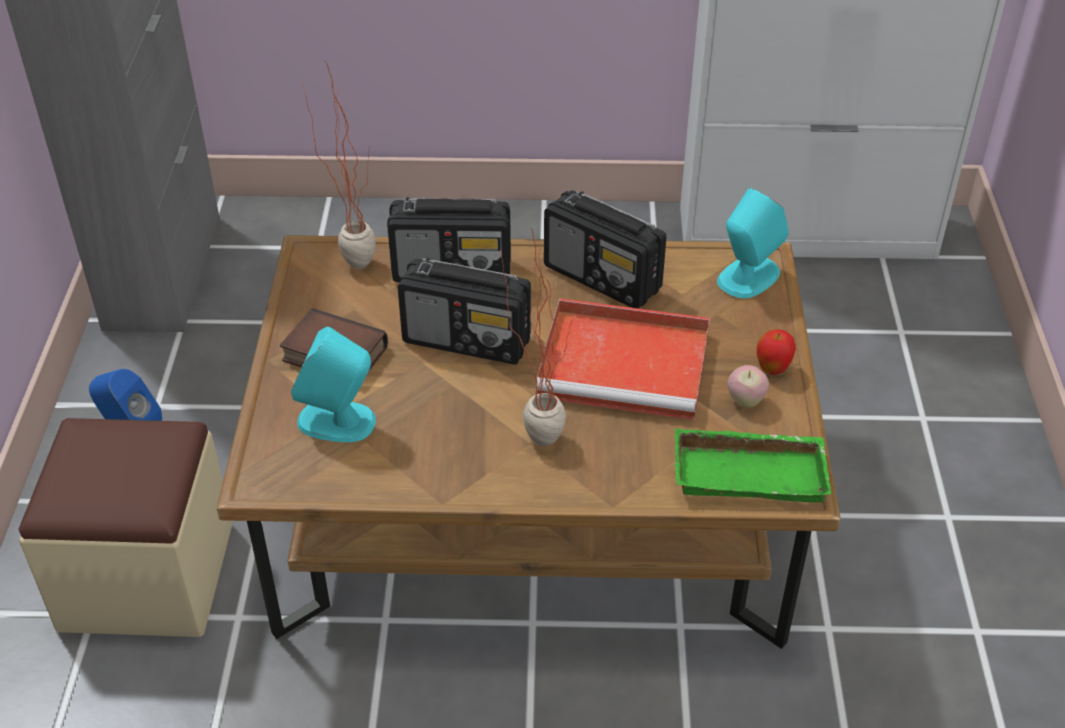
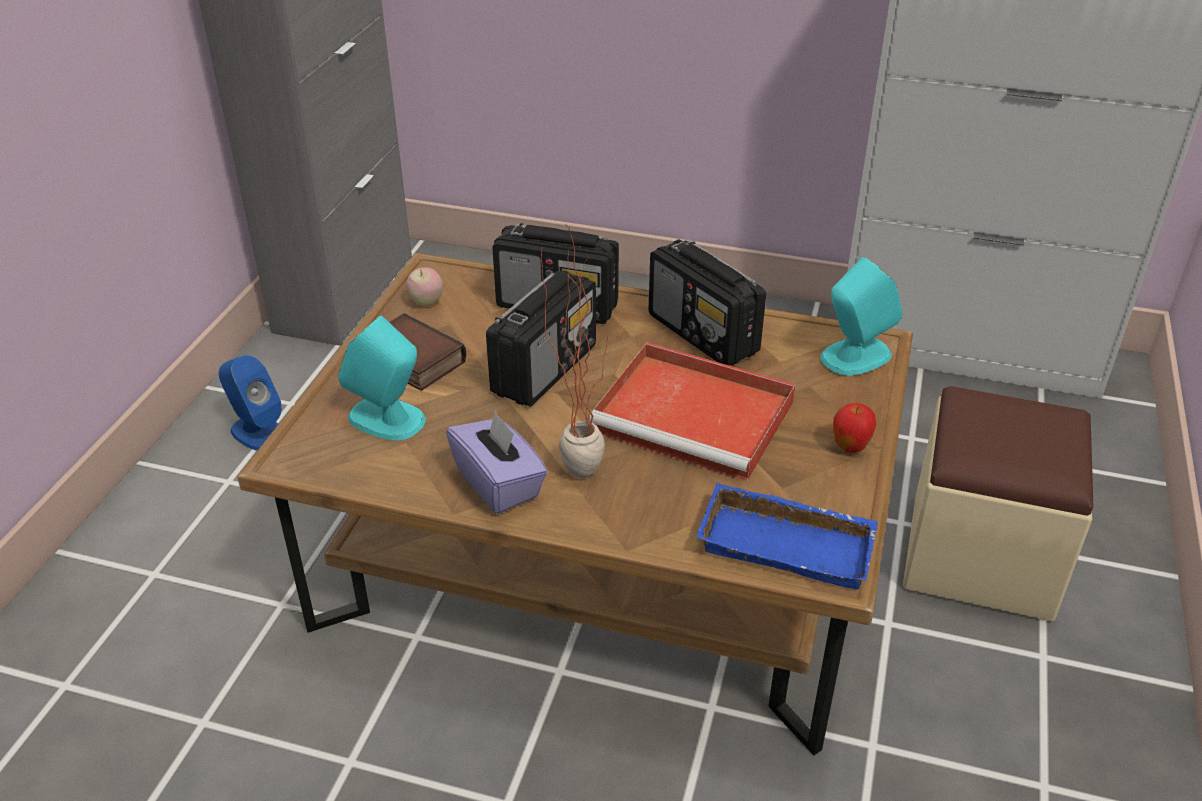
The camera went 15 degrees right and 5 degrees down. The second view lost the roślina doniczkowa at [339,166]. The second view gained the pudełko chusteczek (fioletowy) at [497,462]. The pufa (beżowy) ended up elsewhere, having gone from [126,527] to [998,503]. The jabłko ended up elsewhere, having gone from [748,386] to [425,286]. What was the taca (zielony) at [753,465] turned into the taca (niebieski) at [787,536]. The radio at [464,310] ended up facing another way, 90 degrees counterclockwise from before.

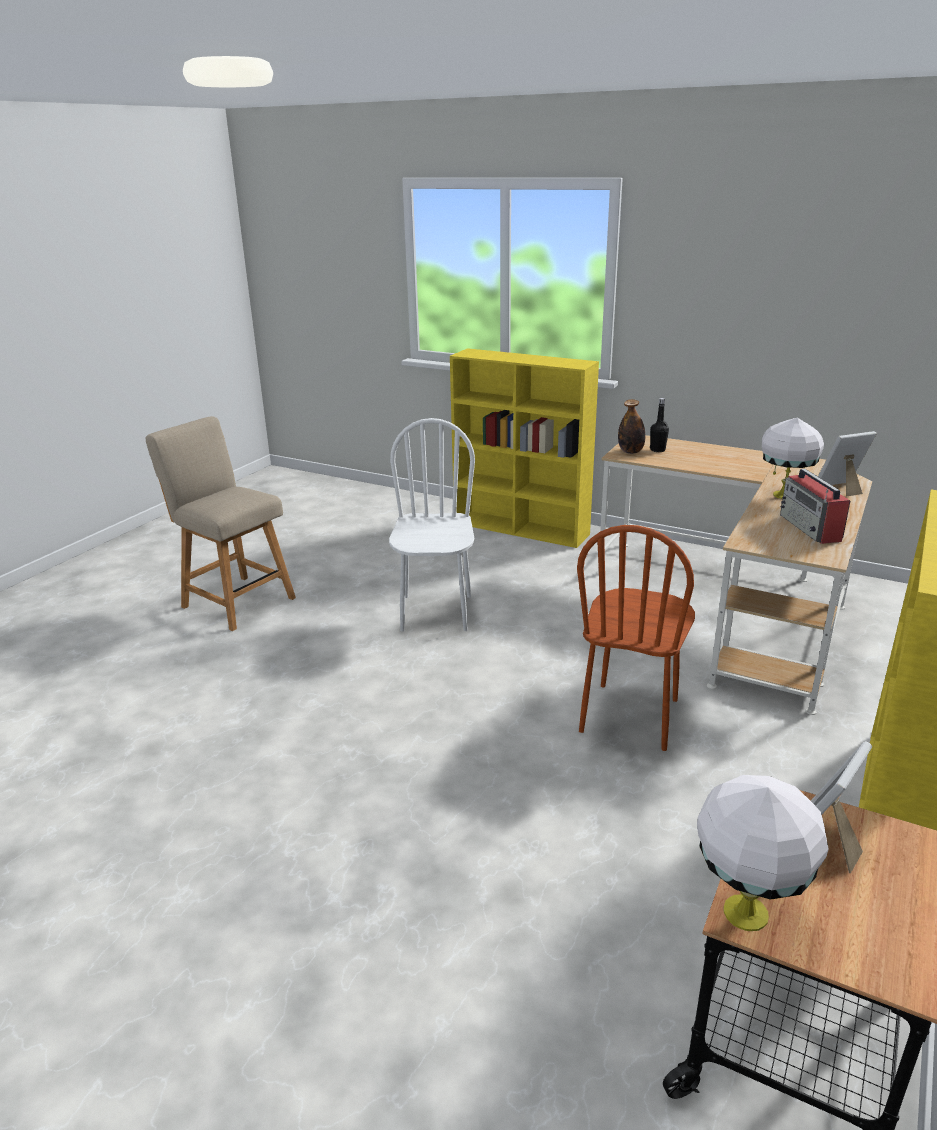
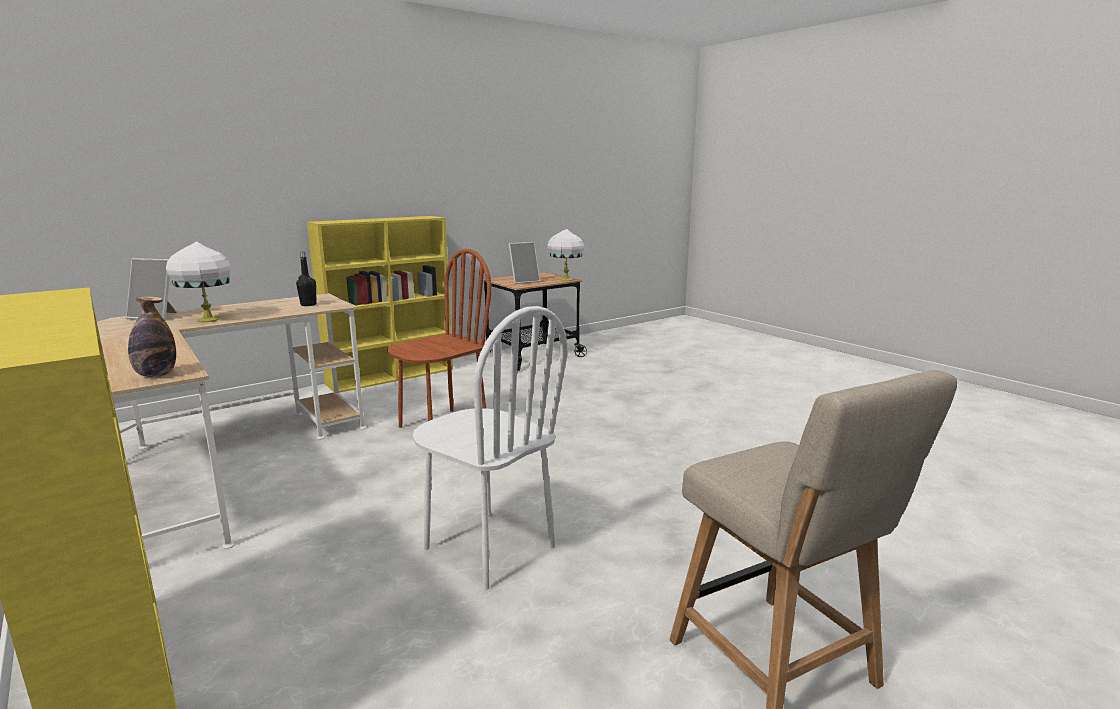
The camera went 155 degrees left and 10 degrees down. The second view lost the radio at [815,506]. The butelka (czarny) ended up elsewhere, having gone from [659,425] to [306,279]. The krzesło (biały) at [432,524] ended up facing another way, 75 degrees counterclockwise from before.

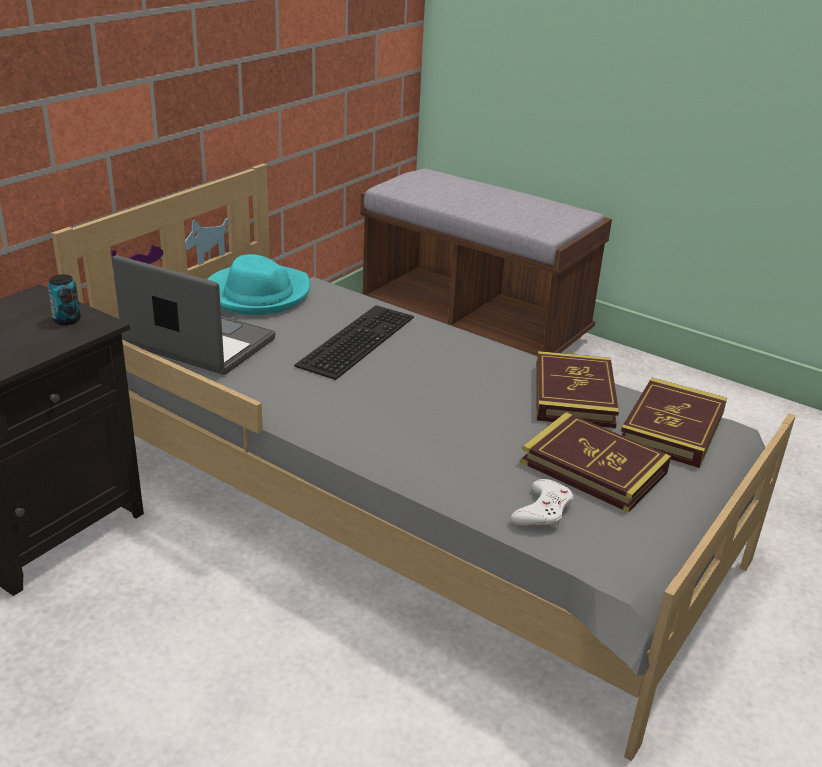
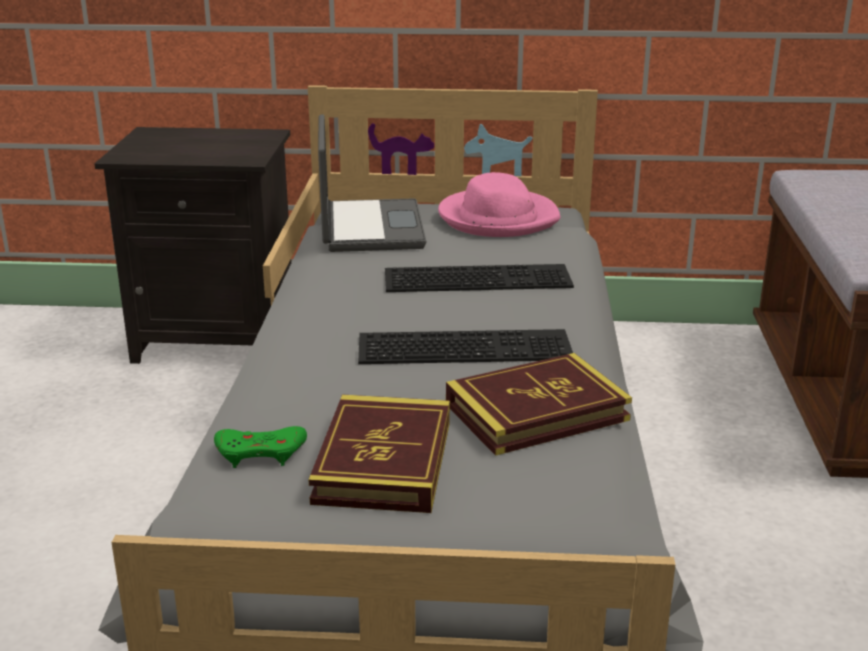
The camera went 60 degrees right and 5 degrees down. The second view lost the puszka at [64,299]. The second view lost the książka at [674,423]. The second view gained the klawiatura at [465,346]. What was the kapelusz (turkusowy) at [258,284] turned into the kapelusz (różowy) at [499,204]. What was the pad do gier (biały) at [542,503] turned into the pad do gier (zielony) at [260,447].

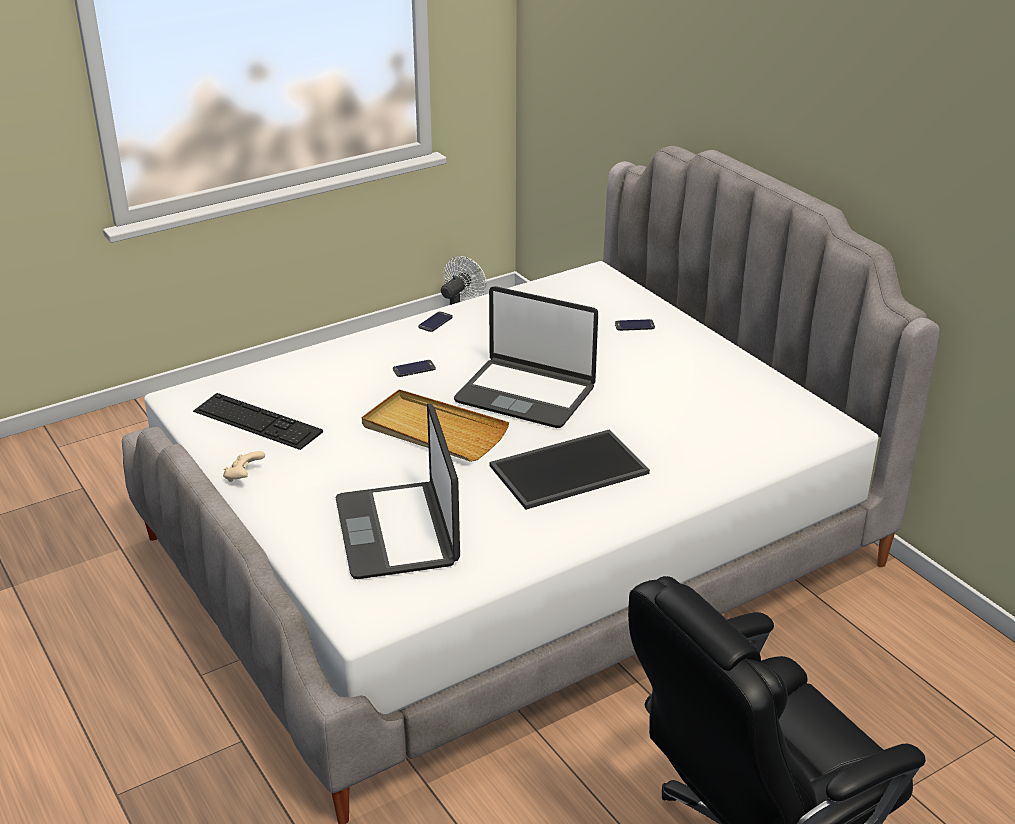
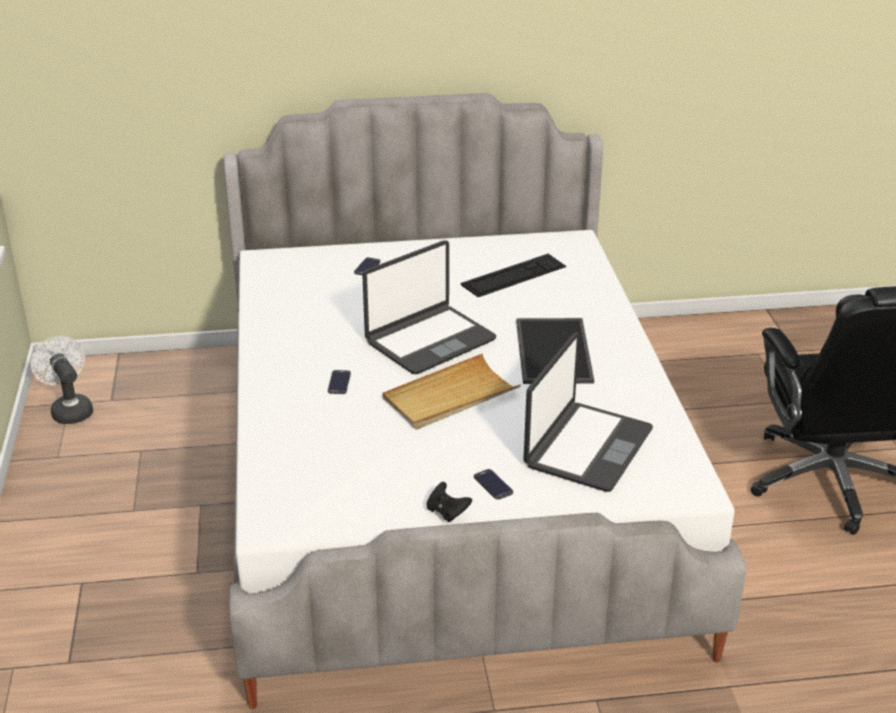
The camera went 65 degrees left and 0 degrees up. The klawiatura ended up elsewhere, having gone from [258,421] to [513,275]. The telefon ended up elsewhere, having gone from [435,321] to [493,484]. What was the pad do gier (beżowy) at [244,466] turned into the pad do gier (czarny) at [449,502]. The laptop at [398,491] ended up facing another way, 75 degrees counterclockwise from before.

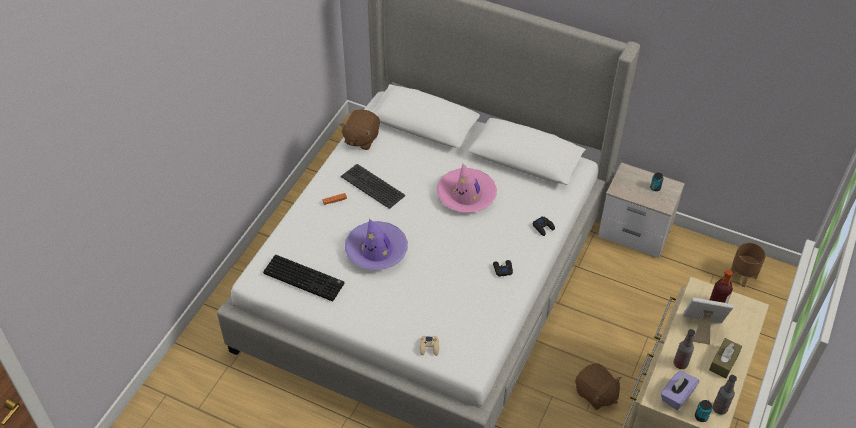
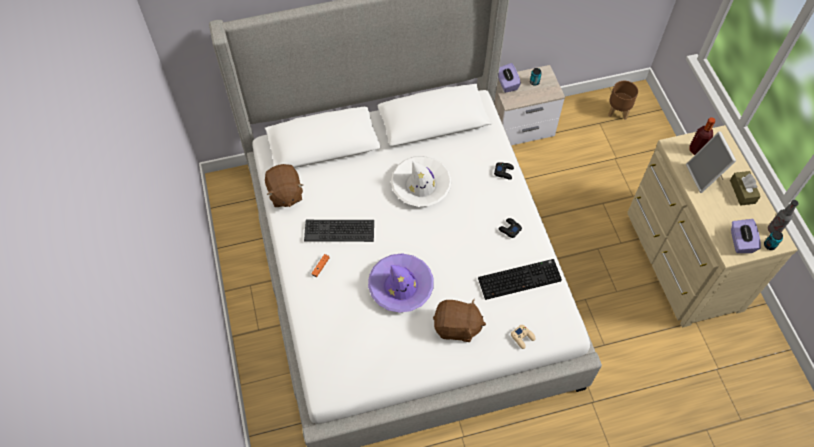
The camera went 40 degrees left and 10 degrees up. The second view lost the butelka at [684,349]. The second view gained the pudełko chusteczek (fioletowy) at [509,78]. The klawiatura ended up elsewhere, having gone from [303,278] to [520,279]. The pluszak (brązowy) ended up elsewhere, having gone from [598,386] to [459,320]. What was the kapelusz (różowy) at [467,188] turned into the kapelusz (biały) at [421,181]. The ramka na zdjęcie at [708,321] ended up facing another way, 75 degrees counterclockwise from before.

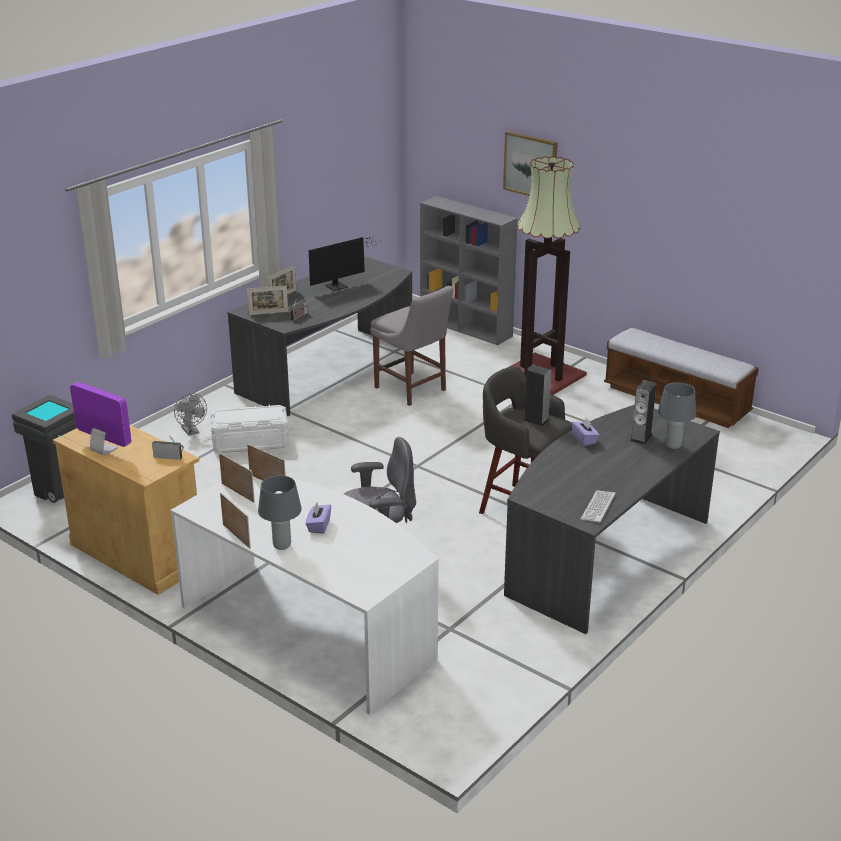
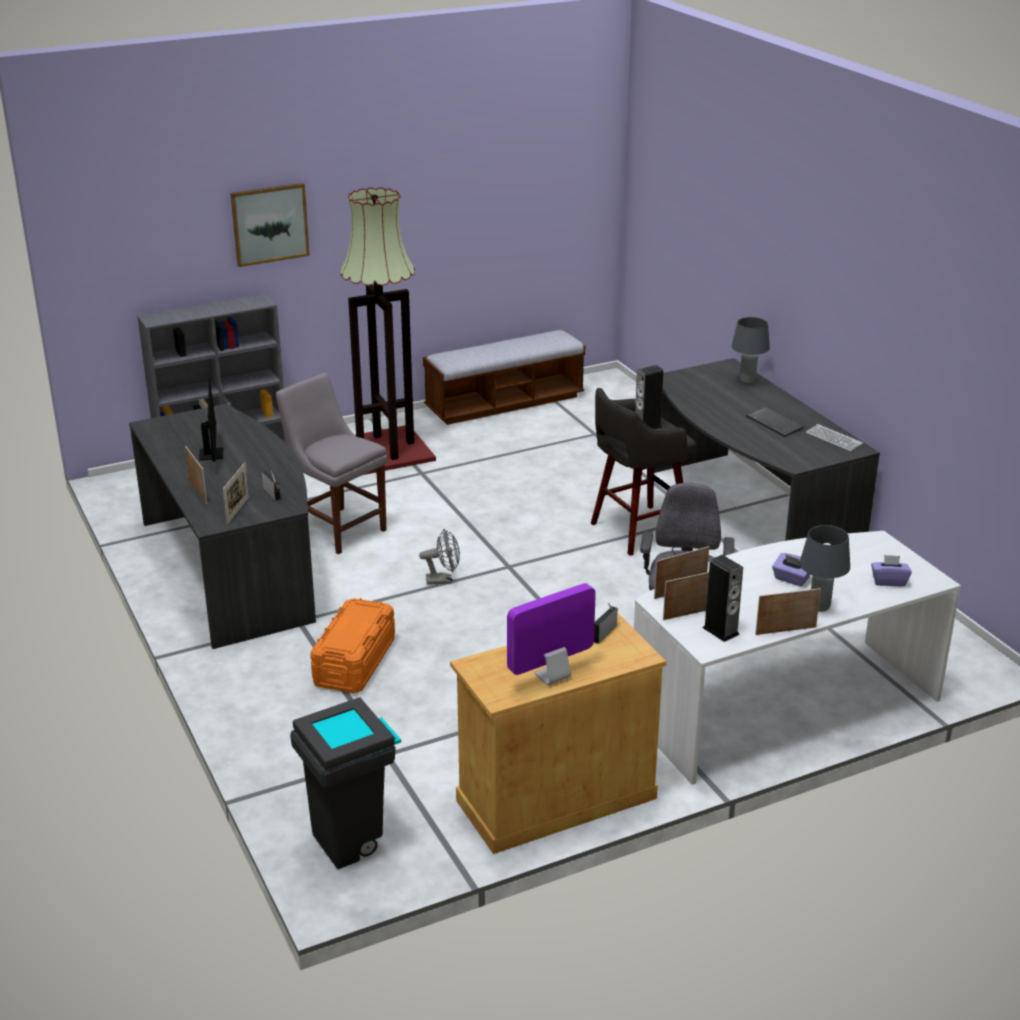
The camera went 65 degrees left and 0 degrees up. The second view gained the klawiatura at [775,422]. The wentylator (szary) ended up elsewhere, having gone from [190,414] to [439,557]. The pudełko chusteczek (fioletowy) ended up elsewhere, having gone from [585,431] to [891,570]. The głośnik ended up elsewhere, having gone from [643,412] to [722,598]. What was the pojemnik do przechowywania (biały) at [250,429] turned into the pojemnik do przechowywania (pomarańczowy) at [352,645]. The krzesło (szary) at [411,346] ended up facing another way, 120 degrees counterclockwise from before.

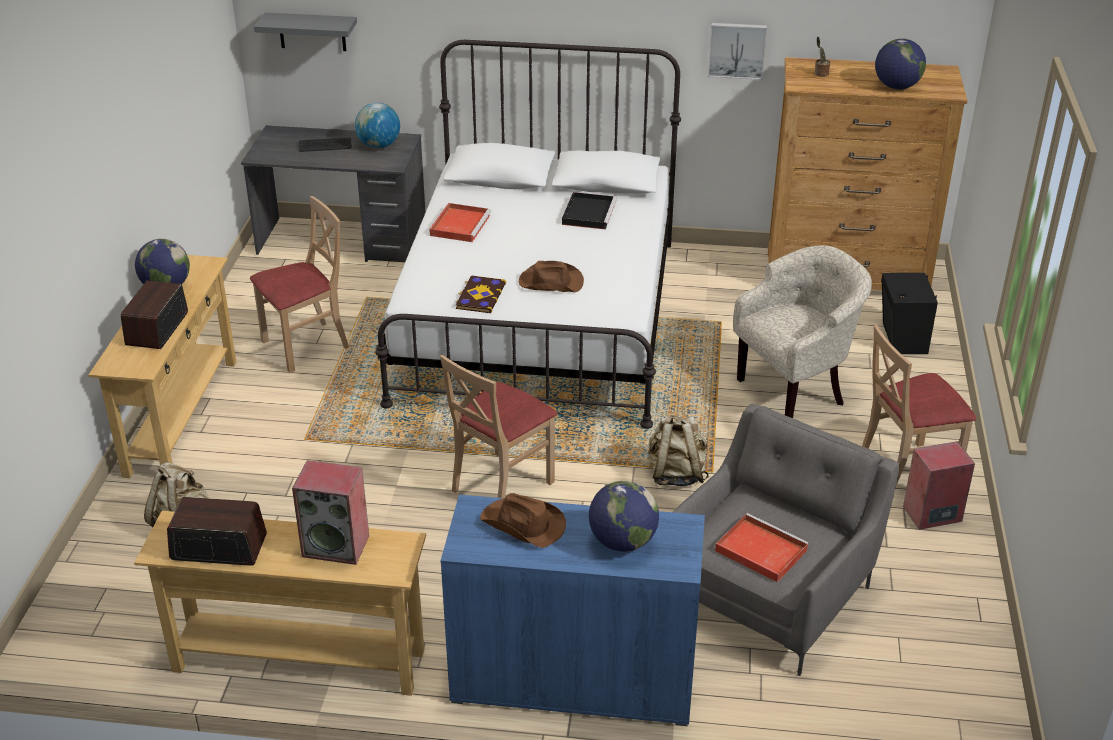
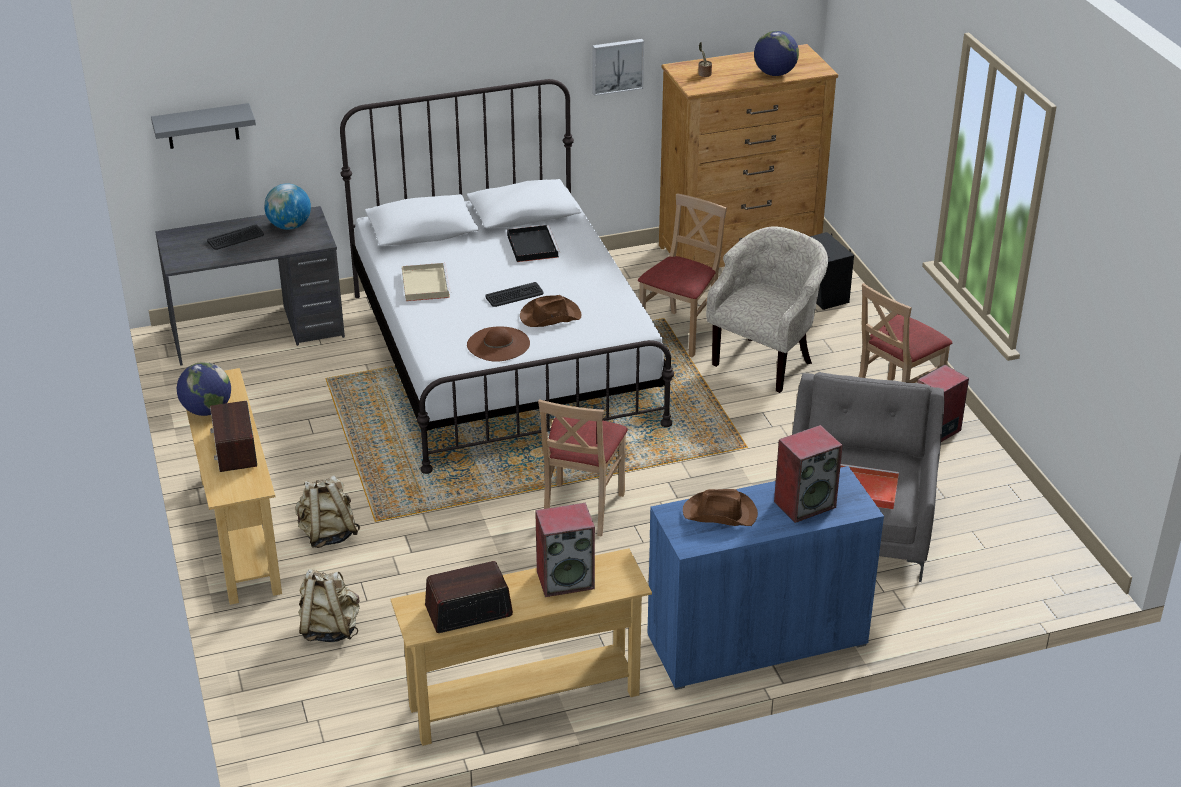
The camera went 25 degrees left and 0 degrees up. The second view gained the klawiatura at [515,294]. The krzesło (beżowy) ended up elsewhere, having gone from [299,284] to [682,275]. The plecak (beżowy) ended up elsewhere, having gone from [678,450] to [327,511]. Where the książka stood at [481,294], the kapelusz (brązowy) came to stand at [498,344]. Where the globus stood at [624,516], the głośnik came to stand at [808,474]. What was the taca (czerwony) at [460,222] turned into the taca (beżowy) at [426,282].

